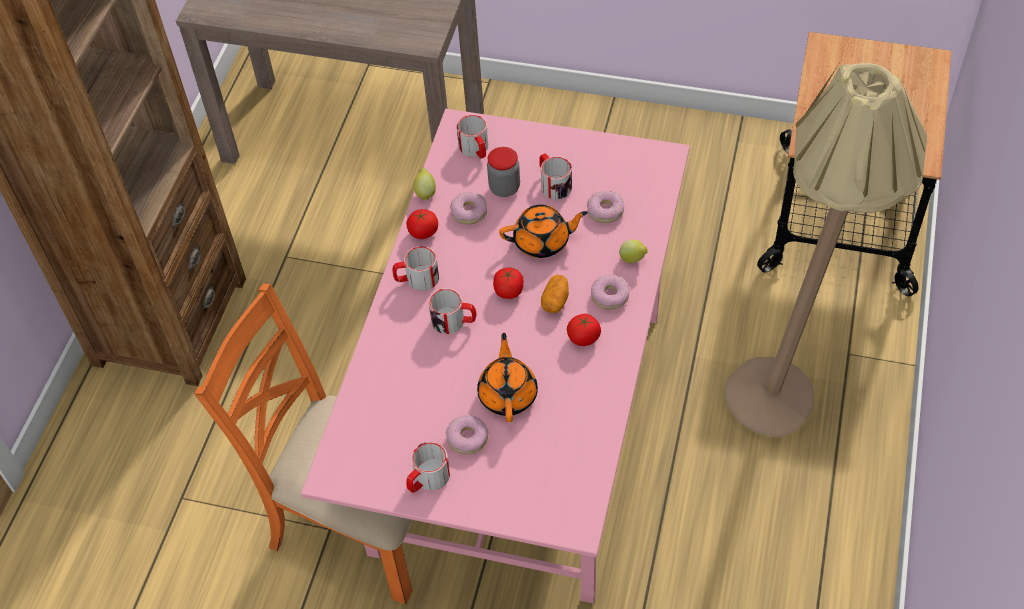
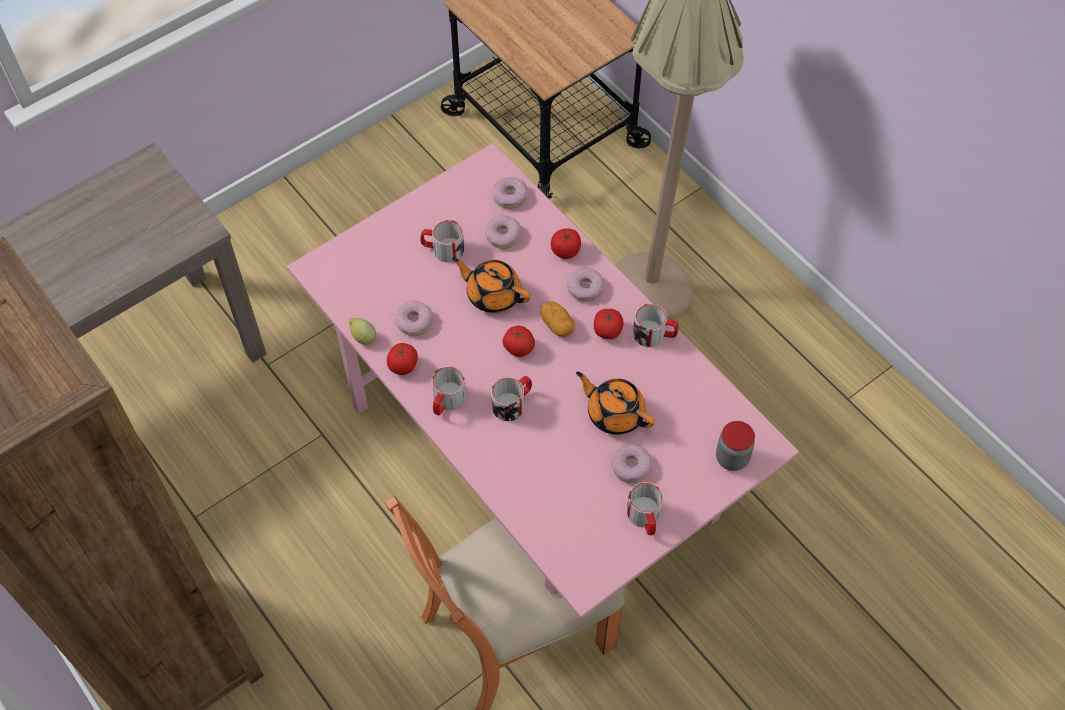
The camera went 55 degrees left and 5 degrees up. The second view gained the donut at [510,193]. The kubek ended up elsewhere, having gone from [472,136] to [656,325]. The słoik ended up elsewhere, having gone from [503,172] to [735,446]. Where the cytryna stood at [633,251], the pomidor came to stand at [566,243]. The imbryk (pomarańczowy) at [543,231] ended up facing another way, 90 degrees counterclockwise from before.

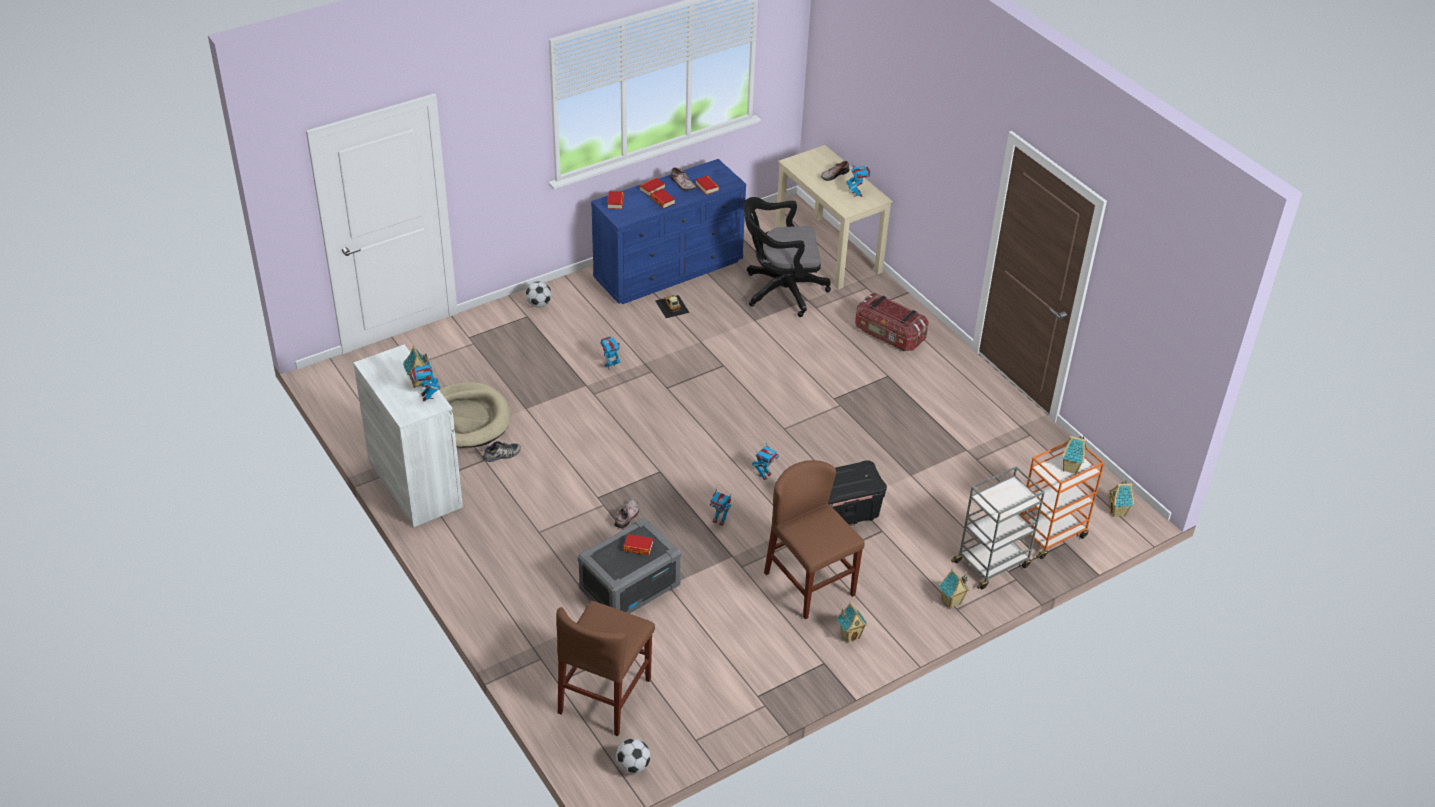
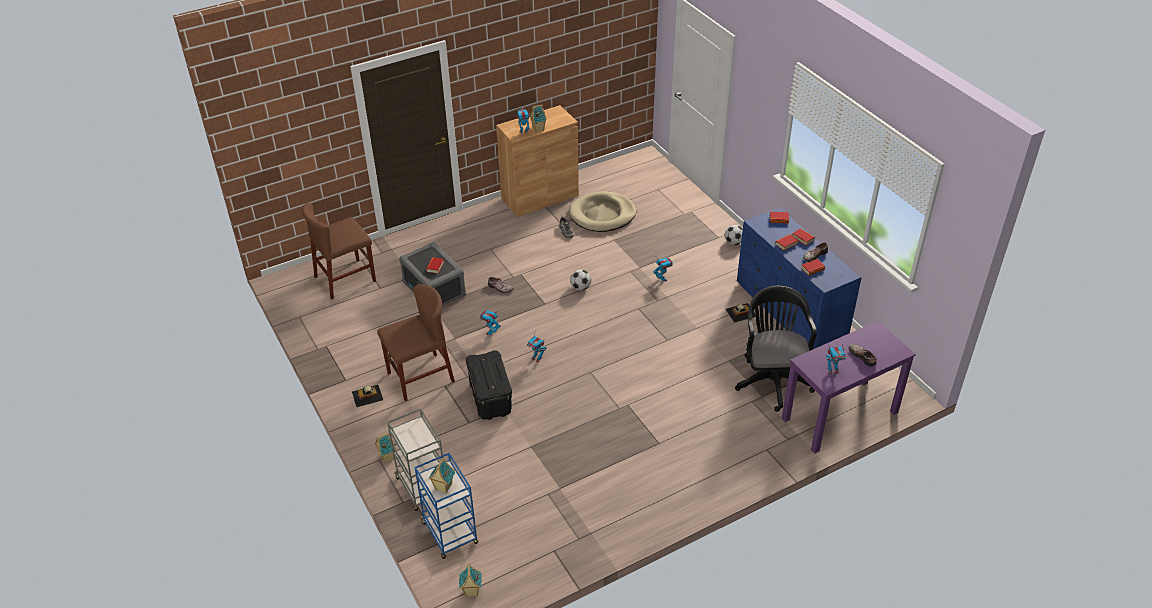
The camera went 95 degrees right and 0 degrees up. The second view lost the pojemnik do przechowywania at [892,322]. The piłka futbolowa ended up elsewhere, having gone from [633,756] to [580,280]. Where the domek stood at [852,622], the samochodzik came to stand at [367,396]. What was the szafka (biały) at [408,436] turned into the szafka (brązowy) at [537,161]. What was the biurko (beżowy) at [834,217] turned into the biurko (fioletowy) at [849,387]. What was the wózek (pomarańczowy) at [1062,500] turned into the wózek (niebieski) at [446,506]. The krzesło (brązowy) at [605,668] ended up facing another way, 60 degrees counterclockwise from before.

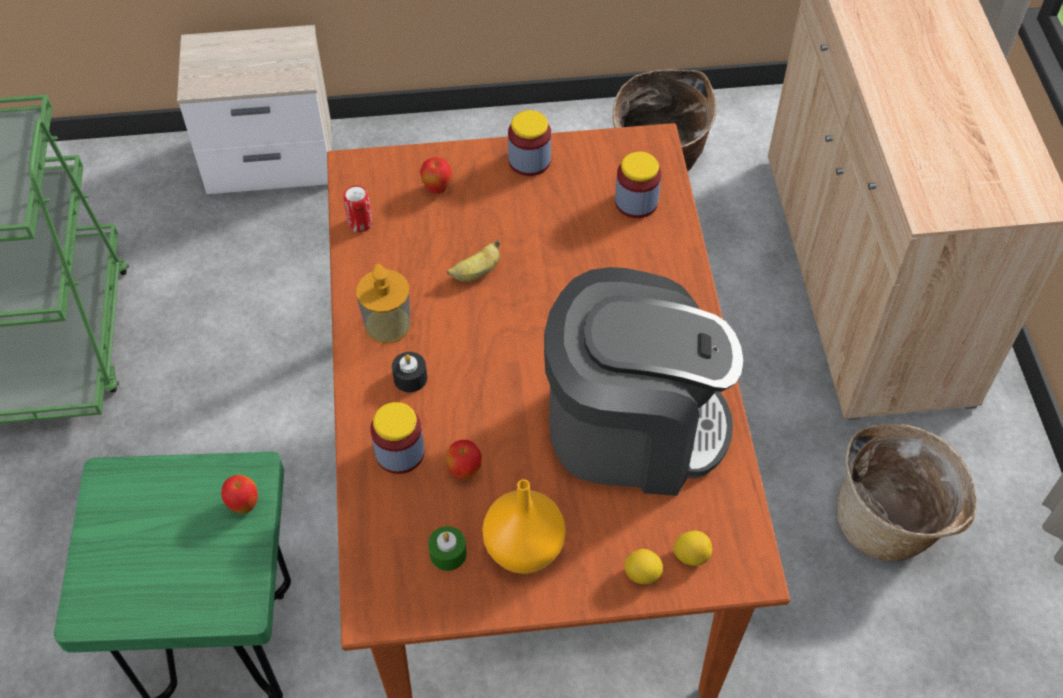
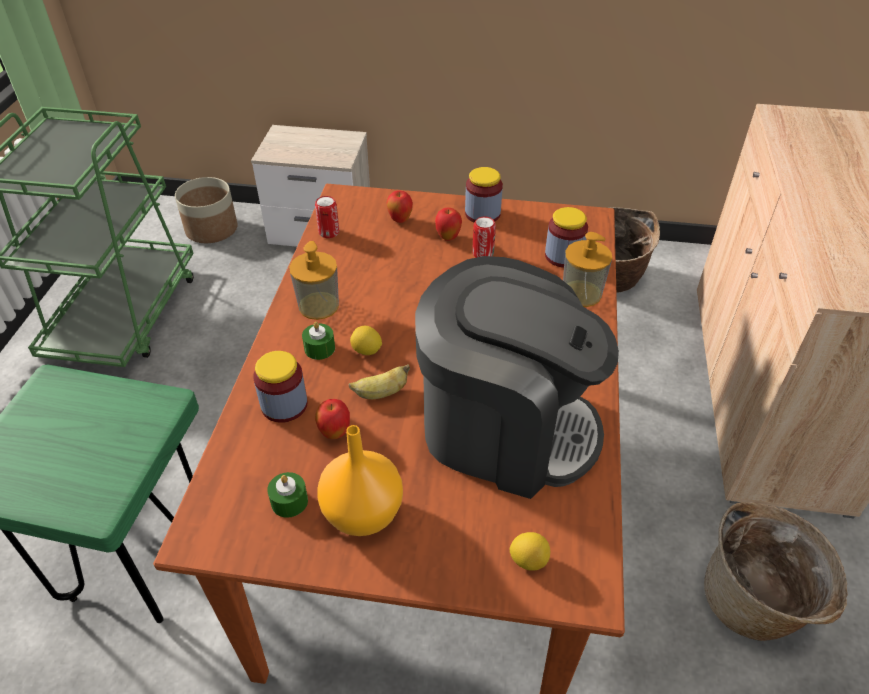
The camera went 15 degrees right and 10 degrees down. The second view gained the donica at [206,210]. The second view gained the puszka at [484,237]. The second view gained the dozownik mydła at [587,269]. The jabłko ended up elsewhere, having gone from [239,494] to [448,224]. The banan ended up elsewhere, having gone from [473,261] to [379,381]. The cytryna ended up elsewhere, having gone from [644,566] to [366,340]. What was the świeca (czarny) at [409,372] turned into the świeca (zielony) at [318,340].

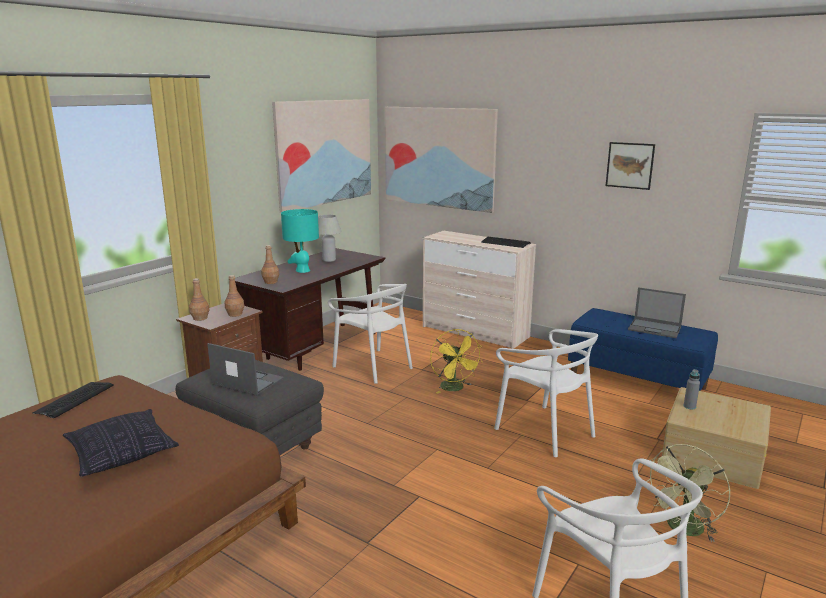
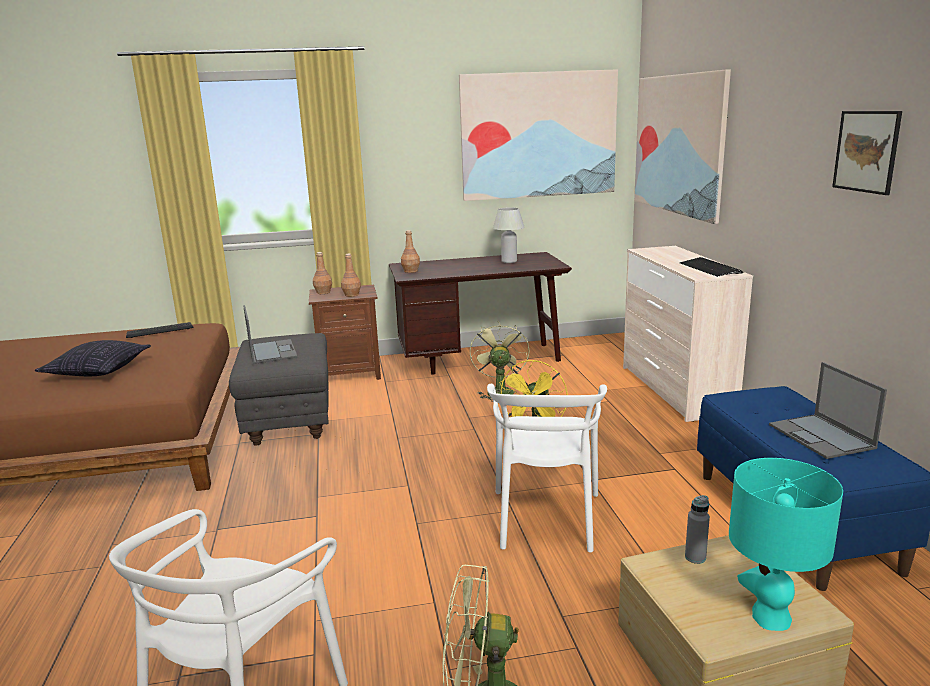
The camera went 45 degrees right and 0 degrees up. The lampa stołowa (turkusowy) ended up elsewhere, having gone from [300,241] to [786,544]. Where the krzesło (biały) stood at [370,334], the wentylator (zielony) came to stand at [500,361].

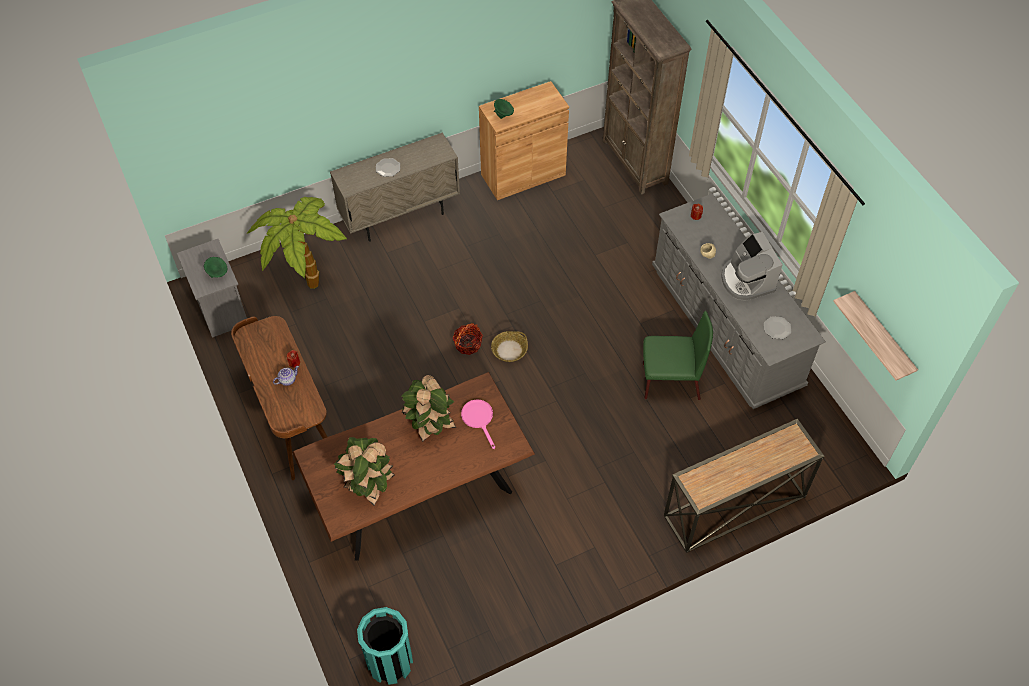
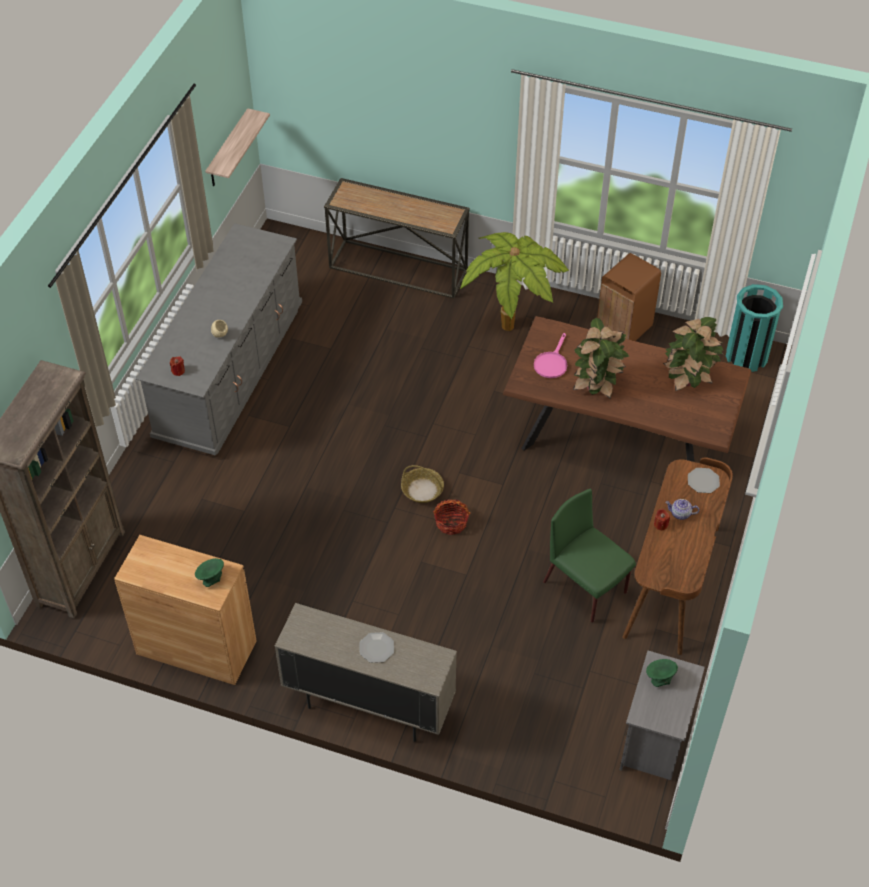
The camera went 135 degrees left and 5 degrees down. The second view lost the ekspres do kawy at [752,266]. The second view gained the kosz na śmieci (brązowy) at [629,297]. The roślina doniczkowa ended up elsewhere, having gone from [297,243] to [514,281]. The krzesło (zielony) ended up elsewhere, having gone from [678,355] to [589,556]. The talerz ended up elsewhere, having gone from [777,327] to [704,480].

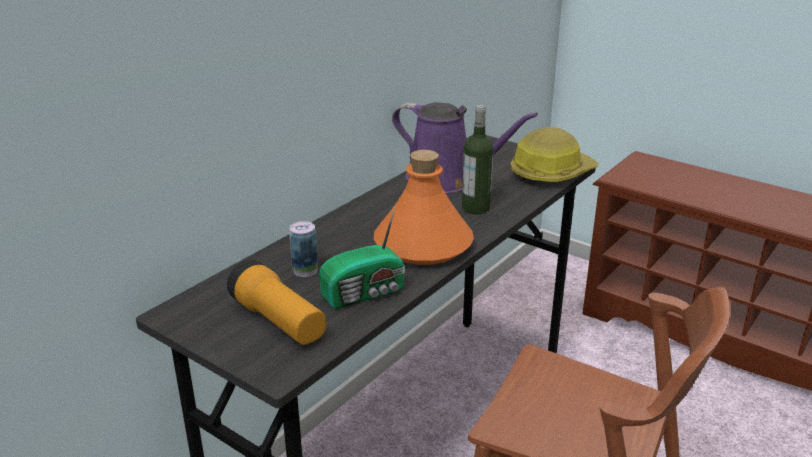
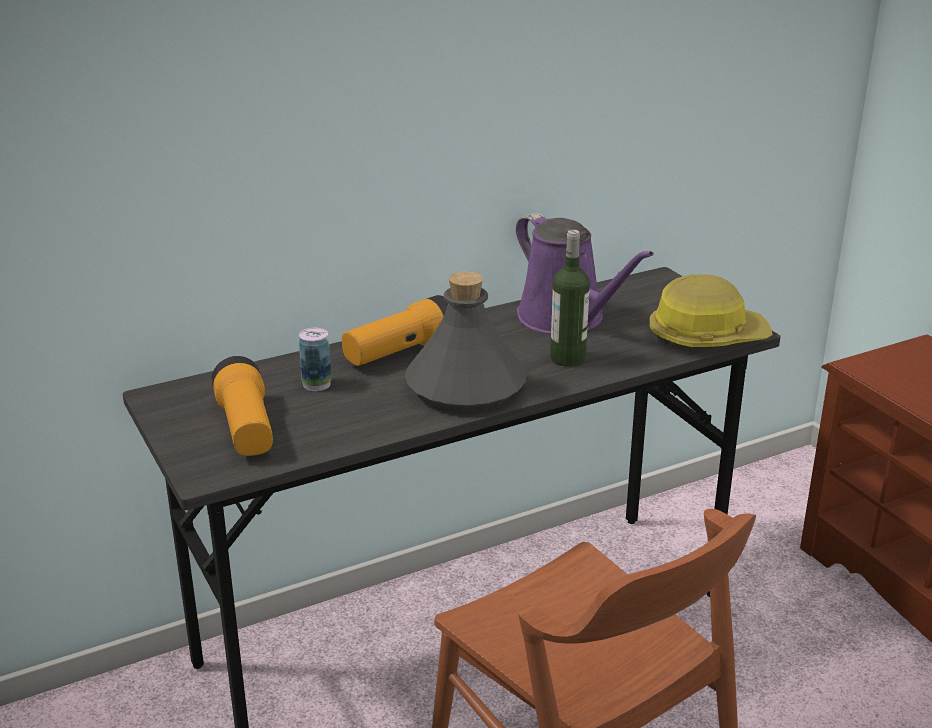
The camera went 25 degrees right and 0 degrees up. The second view lost the radio at [362,258]. The second view gained the latarka at [395,330]. What was the butelka (pomarańczowy) at [424,207] turned into the butelka (szary) at [466,340].

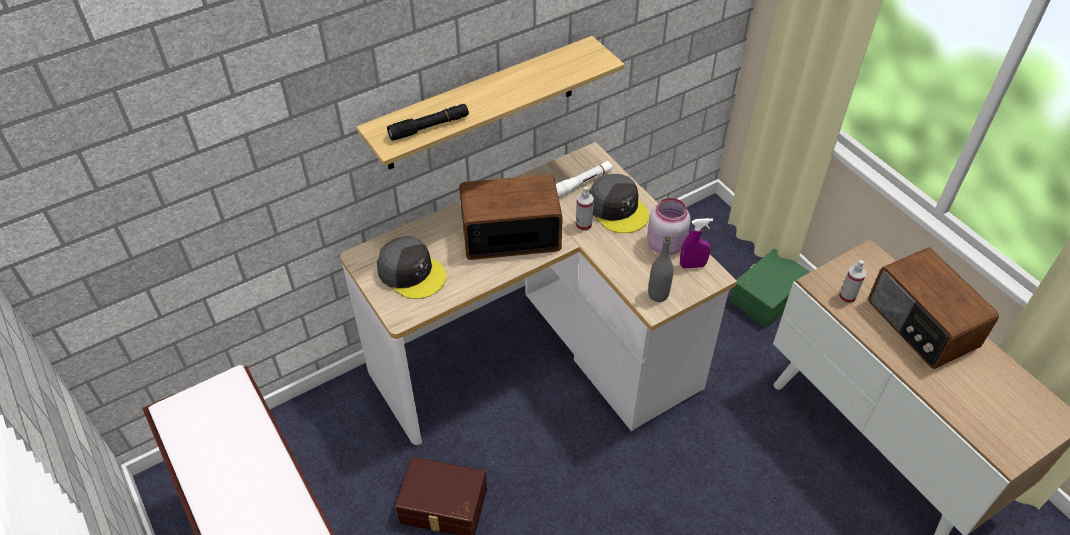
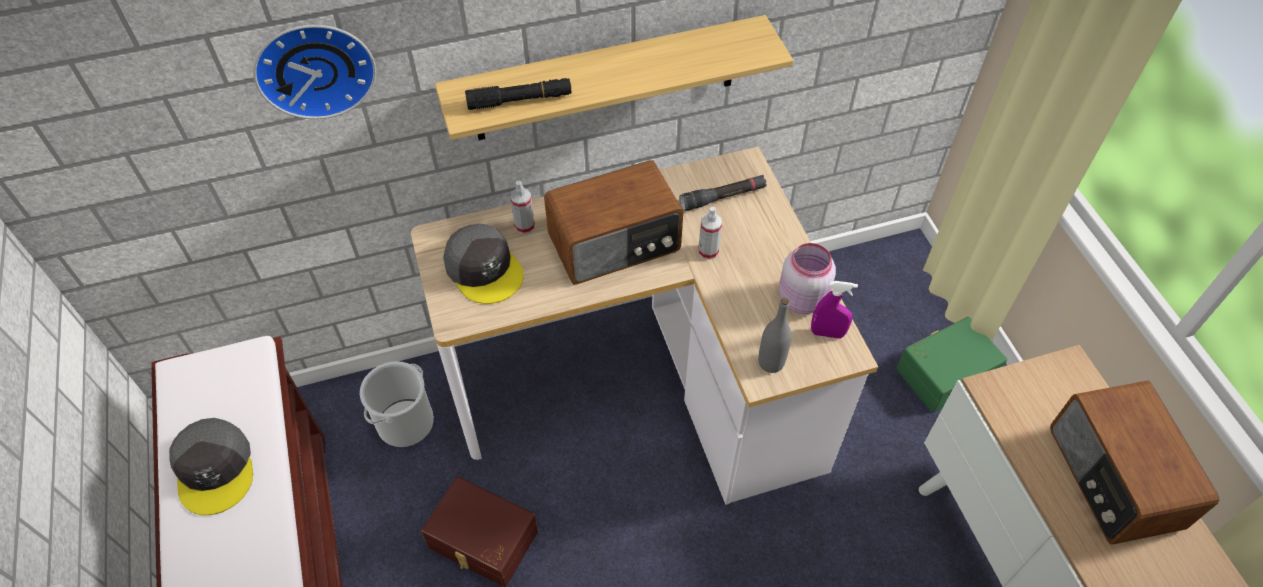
The camera went 15 degrees right and 5 degrees up. The second view gained the zegar ścienny at [314,72]. The second view gained the wiadro at [397,404]. The czapka z daszkiem (szary) ended up elsewhere, having gone from [619,203] to [211,466]. The spryskiwacz ended up elsewhere, having gone from [852,282] to [522,207]. What was the latarka (biały) at [584,179] turned into the latarka (czarny) at [723,193]. The radio at [511,217] ended up facing another way, 150 degrees clockwise from before.

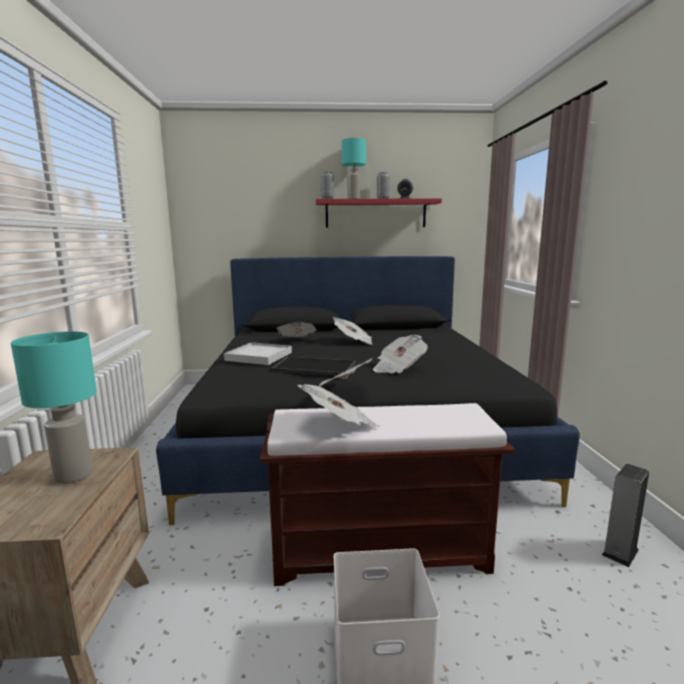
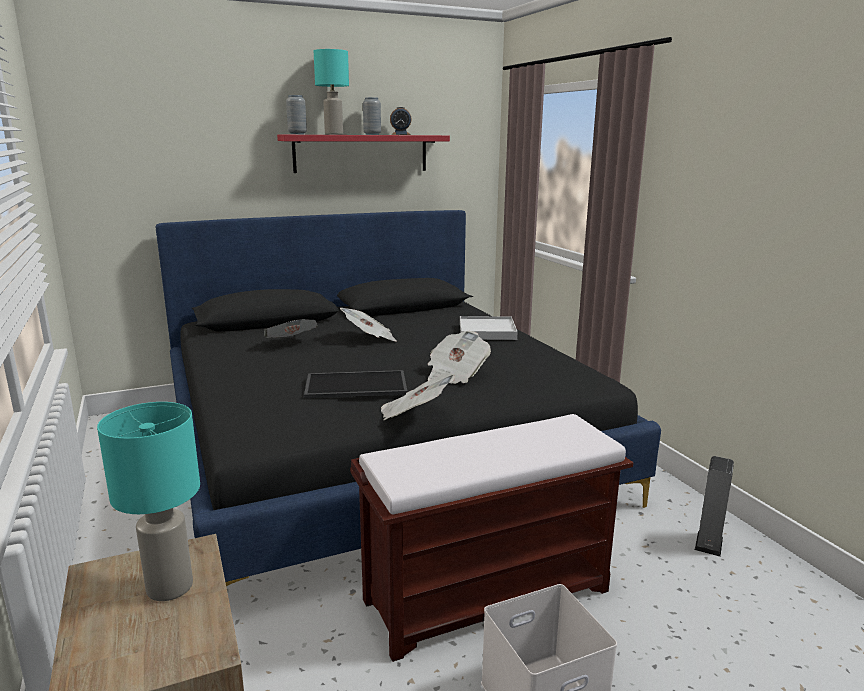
The camera went 20 degrees left and 5 degrees up. The second view lost the gazeta at [338,405]. The taca (biały) ended up elsewhere, having gone from [258,353] to [488,328].

